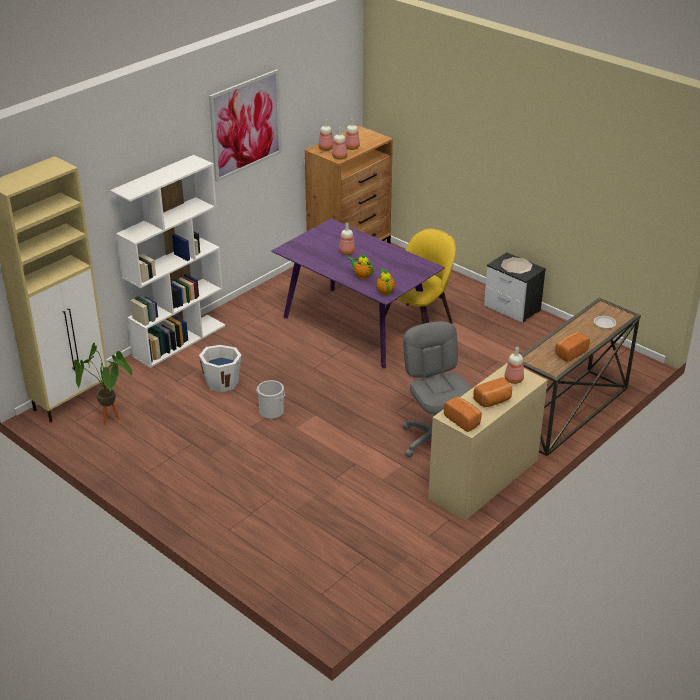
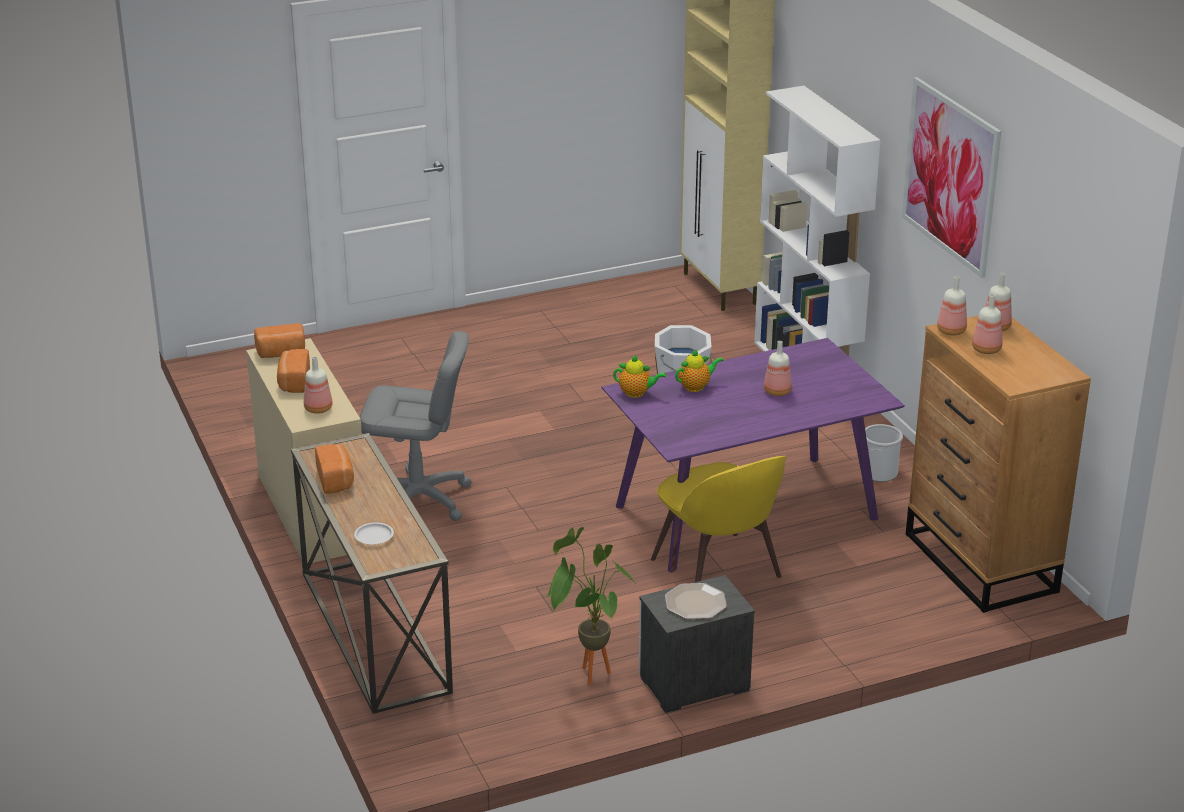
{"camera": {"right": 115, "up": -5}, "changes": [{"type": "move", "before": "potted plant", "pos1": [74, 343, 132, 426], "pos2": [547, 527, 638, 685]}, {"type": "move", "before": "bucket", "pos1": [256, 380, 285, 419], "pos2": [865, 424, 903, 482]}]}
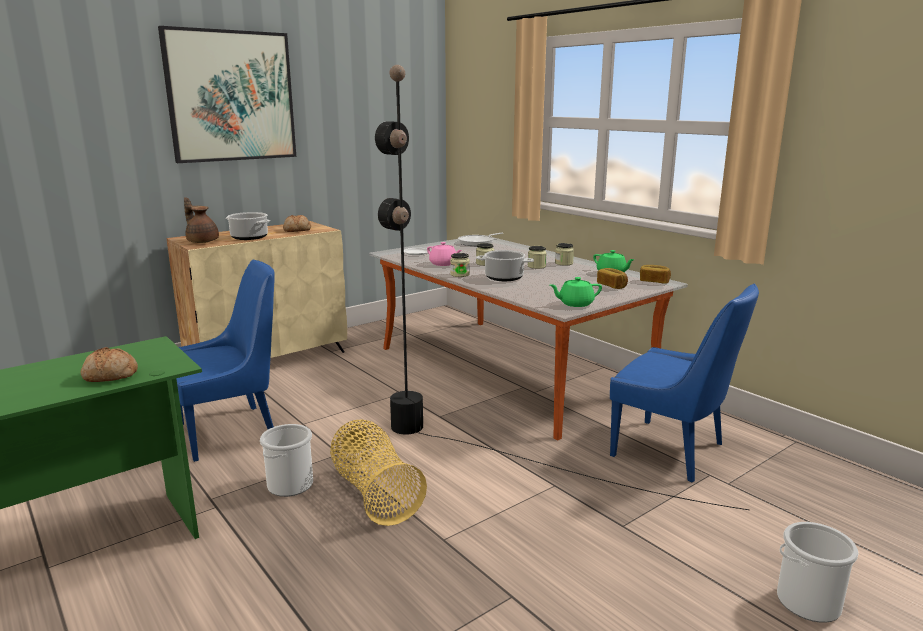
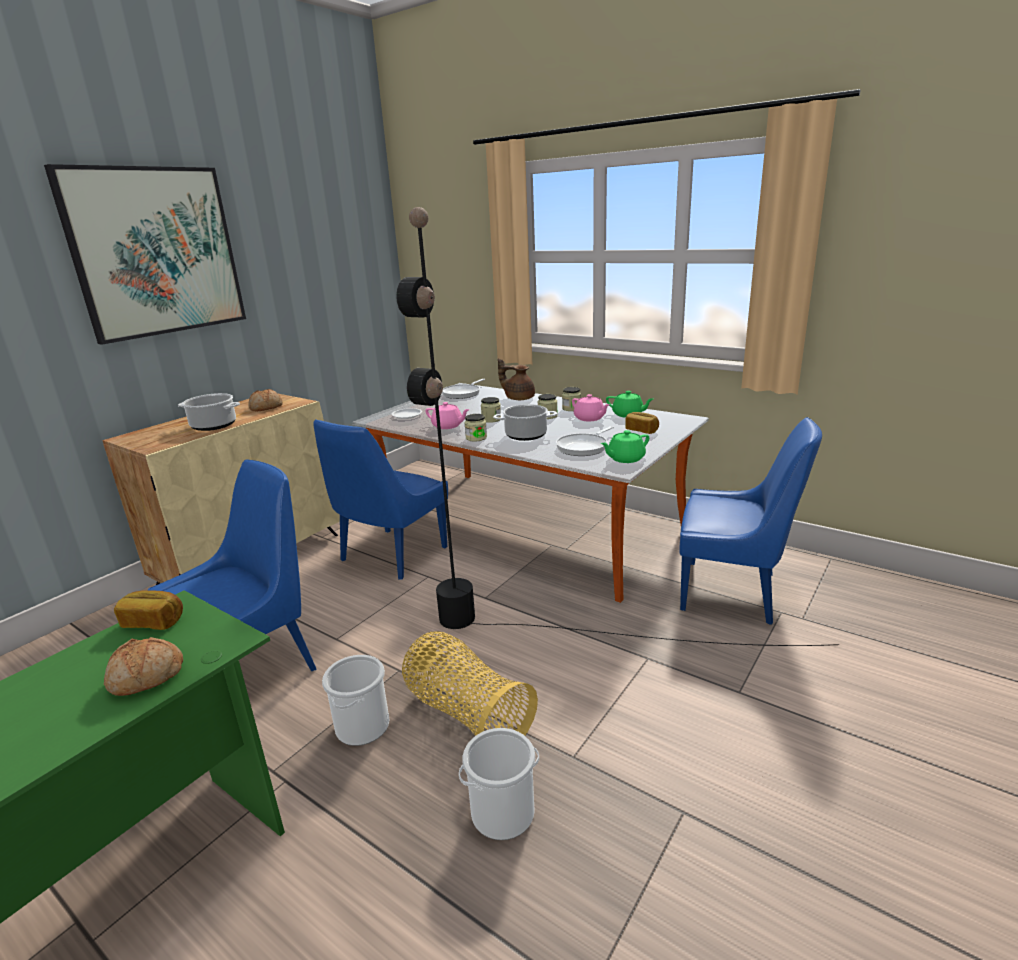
{"camera": {"right": -15, "up": 5}, "changes": [{"type": "move", "before": "brown teapot", "pos1": [184, 197, 219, 243], "pos2": [498, 358, 535, 400]}, {"type": "move", "before": "bread", "pos1": [640, 265, 671, 284], "pos2": [114, 591, 183, 630]}, {"type": "move", "before": "bucket", "pos1": [777, 522, 859, 623], "pos2": [459, 728, 539, 840]}, {"type": "insert", "after": "pink teapot", "pos2": [572, 394, 610, 421]}, {"type": "insert", "after": "blue chair", "pos2": [313, 419, 448, 580]}, {"type": "insert", "after": "frying pan", "pos2": [556, 426, 614, 456]}]}
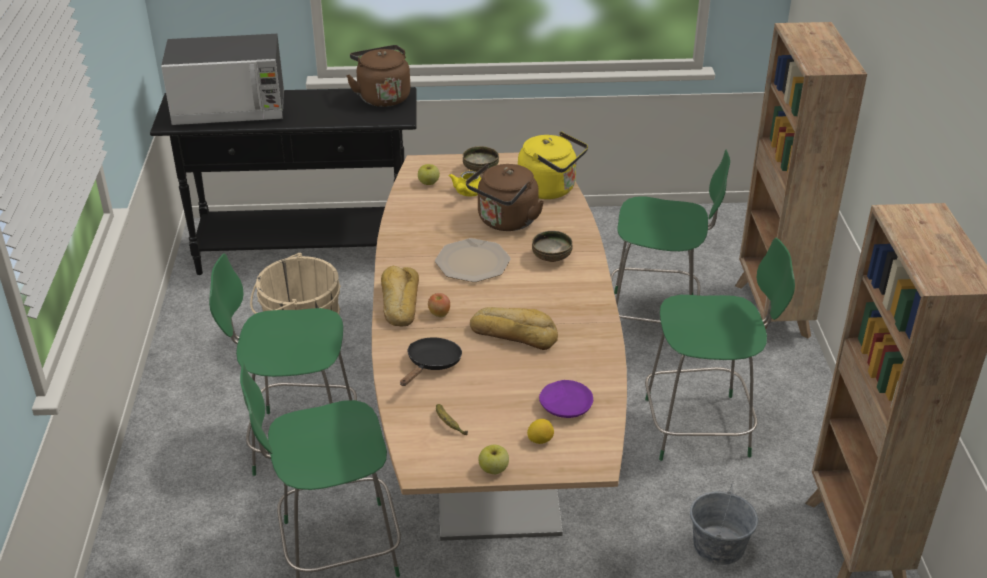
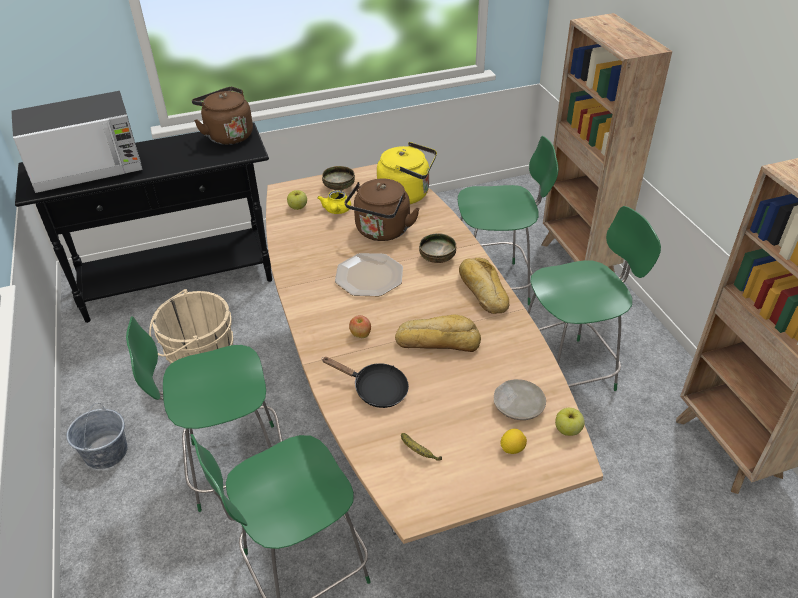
{"camera": {"right": -15, "up": 5}, "changes": [{"type": "move", "before": "bread", "pos1": [381, 266, 419, 327], "pos2": [459, 257, 510, 314]}, {"type": "rotate", "before": "black frying pan", "pos1": [400, 337, 462, 386], "pos2": [322, 357, 409, 408], "turn": 105}, {"type": "recolor", "before": "purple plate", "after": "beige plate", "pos1": [539, 380, 593, 418], "pos2": [494, 379, 546, 420]}, {"type": "move", "before": "apple", "pos1": [478, 445, 509, 474], "pos2": [555, 408, 585, 436]}, {"type": "move", "before": "grey bucket", "pos1": [690, 484, 758, 565], "pos2": [66, 403, 127, 469]}]}
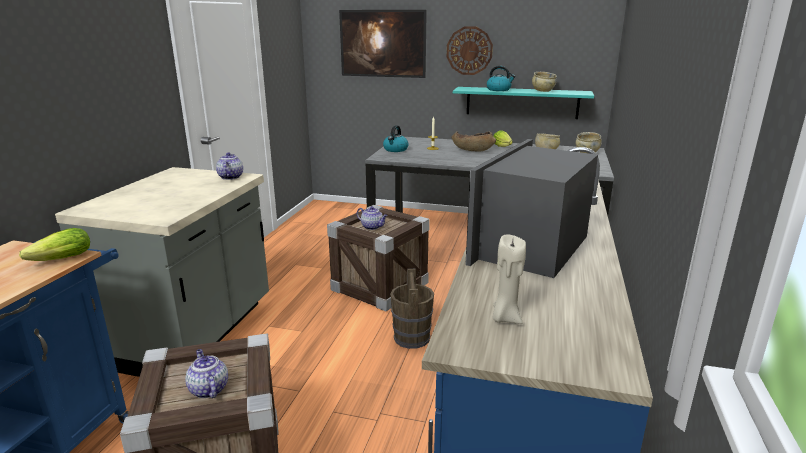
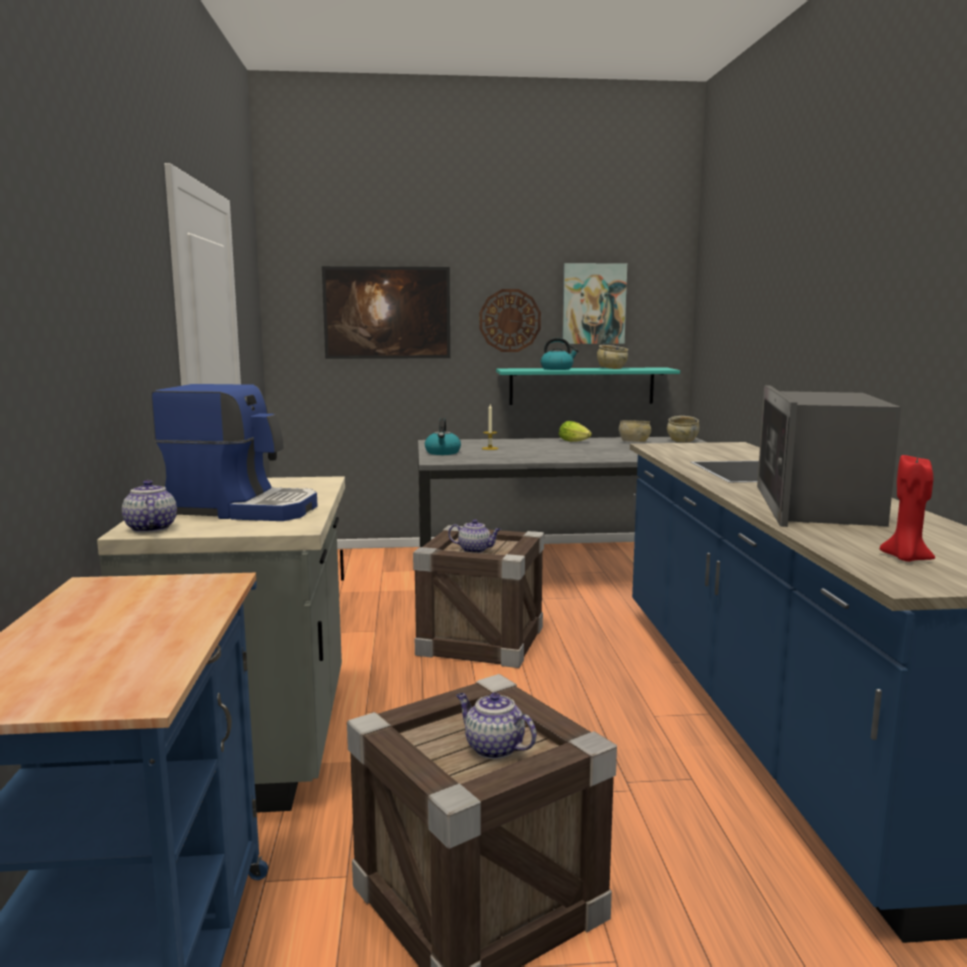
{"camera": {"right": -20, "up": -10}, "changes": [{"type": "delete", "before": "brown bowl", "pos1": [451, 131, 496, 152]}, {"type": "move", "before": "teapot", "pos1": [216, 153, 243, 180], "pos2": [122, 480, 177, 533]}, {"type": "delete", "before": "lettuce", "pos1": [19, 228, 90, 261]}, {"type": "recolor", "before": "beige candle", "after": "red candle", "pos1": [492, 235, 526, 324], "pos2": [880, 455, 935, 562]}, {"type": "delete", "before": "brown bucket", "pos1": [390, 269, 434, 349]}, {"type": "insert", "after": "picture", "pos2": [562, 263, 627, 344]}, {"type": "insert", "after": "coffee machine", "pos2": [151, 384, 317, 521]}]}
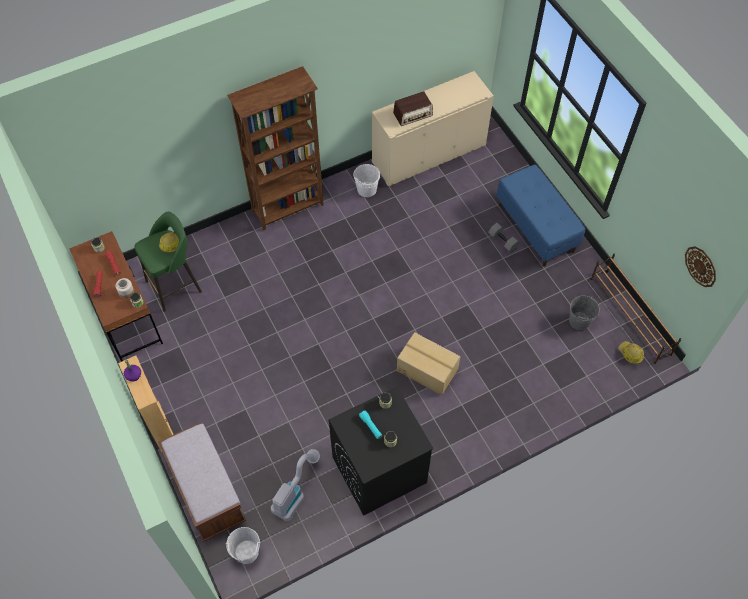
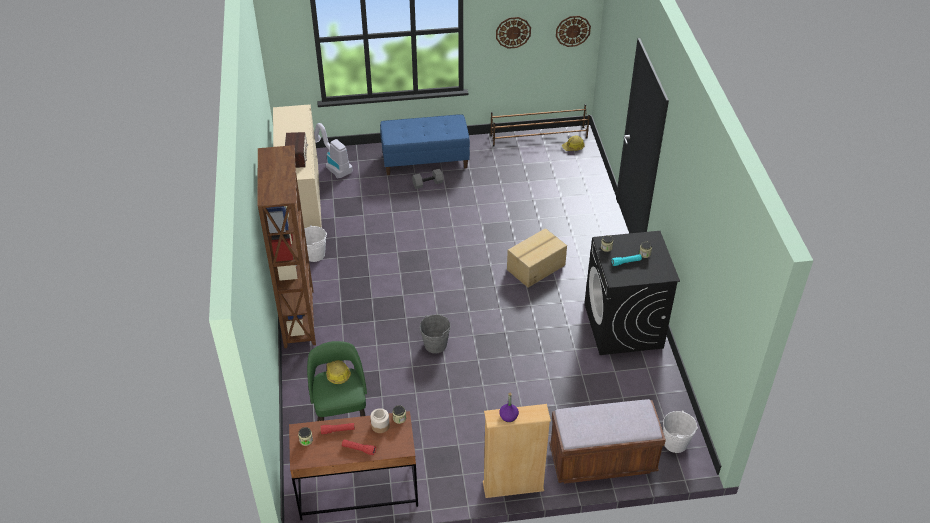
{"camera": {"right": -70, "up": -15}, "changes": [{"type": "move", "before": "grey bucket", "pos1": [569, 296, 600, 330], "pos2": [420, 315, 451, 353]}, {"type": "move", "before": "vacuum cleaner", "pos1": [271, 449, 320, 521], "pos2": [314, 123, 353, 179]}, {"type": "insert", "after": "wall clock", "pos2": [496, 17, 531, 49]}]}
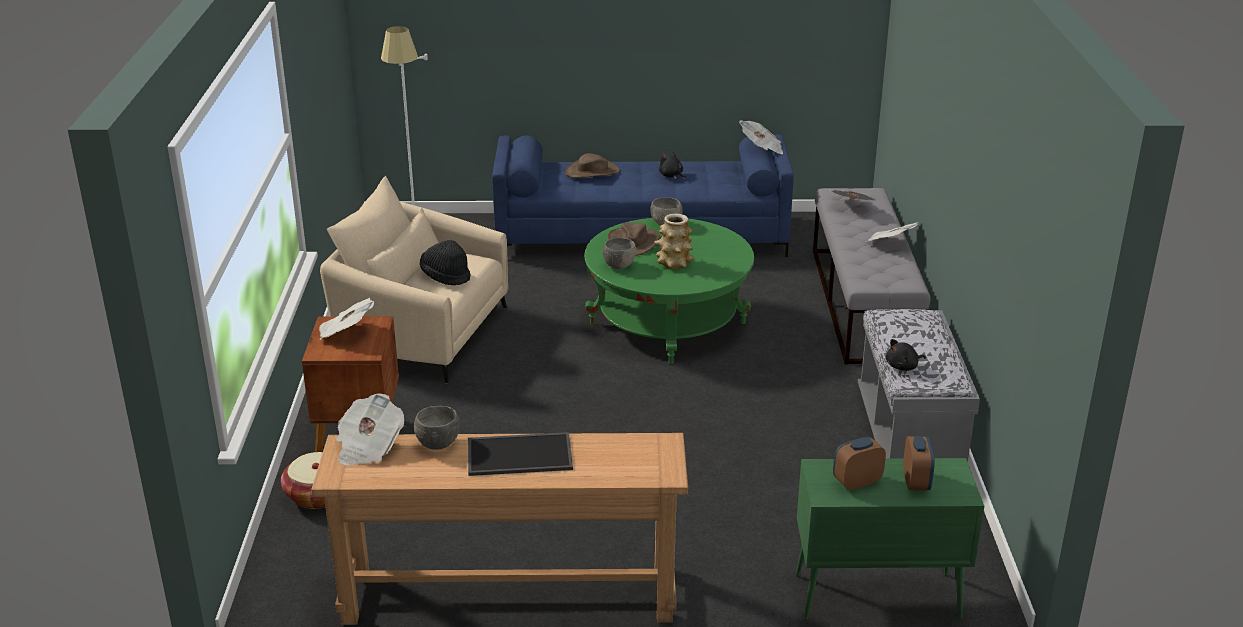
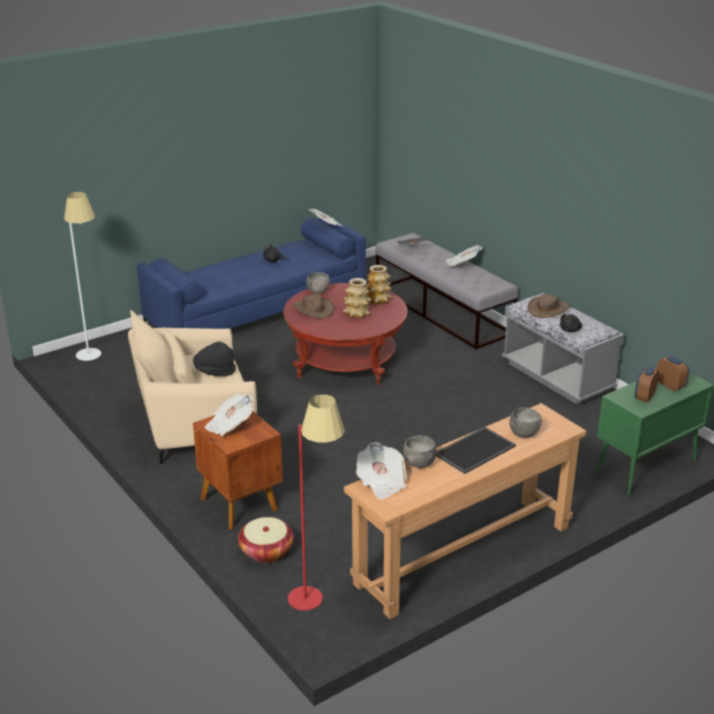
{"camera": {"right": -35, "up": 0}, "changes": [{"type": "move", "before": "brown hat", "pos1": [565, 153, 620, 178], "pos2": [528, 294, 570, 318]}, {"type": "recolor", "before": "green coffee table", "after": "red coffee table", "pos1": [584, 218, 754, 364], "pos2": [283, 283, 408, 385]}, {"type": "move", "before": "grey bowl", "pos1": [603, 238, 636, 269], "pos2": [509, 407, 542, 438]}, {"type": "insert", "after": "vase", "pos2": [366, 265, 392, 304]}, {"type": "insert", "after": "red floor lamp", "pos2": [288, 394, 345, 611]}]}
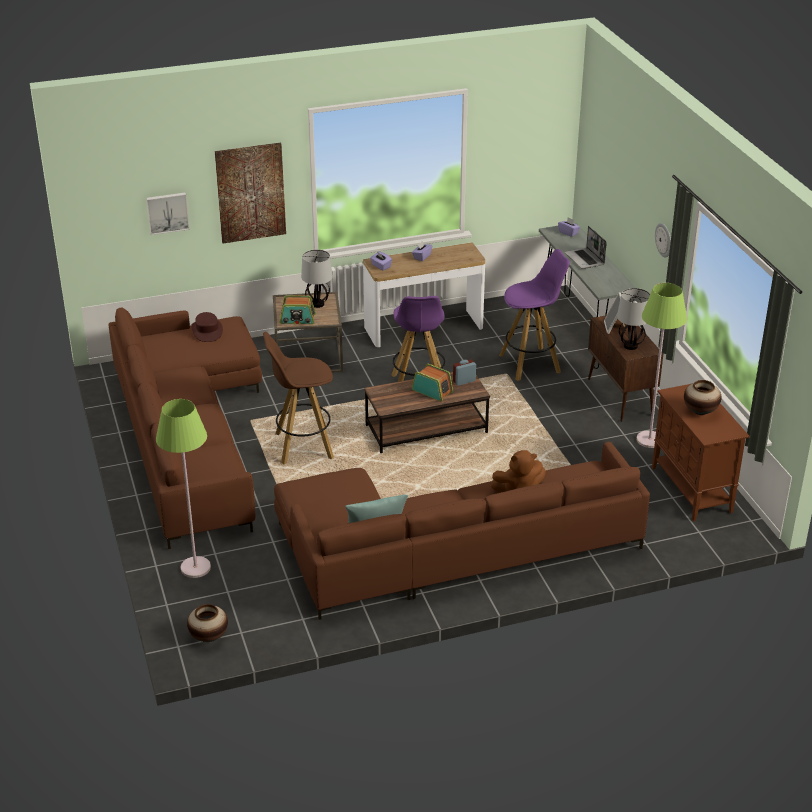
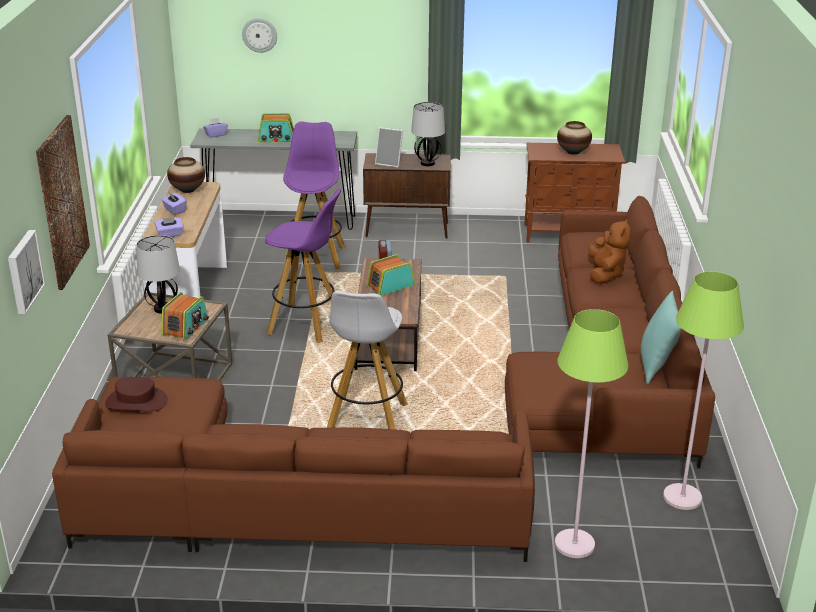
{"camera": {"right": -70, "up": -5}, "changes": [{"type": "move", "before": "wall clock", "pos1": [655, 223, 671, 258], "pos2": [242, 18, 277, 53]}, {"type": "replace", "before": "laptop", "after": "radio", "pos1": [565, 226, 607, 269], "pos2": [257, 113, 294, 143]}, {"type": "move", "before": "green floor lamp", "pos1": [636, 283, 687, 448], "pos2": [663, 271, 744, 510]}, {"type": "recolor", "before": "brown stool", "after": "white stool", "pos1": [263, 332, 334, 465], "pos2": [327, 291, 408, 430]}, {"type": "move", "before": "vase", "pos1": [187, 604, 228, 642], "pos2": [167, 157, 205, 193]}]}
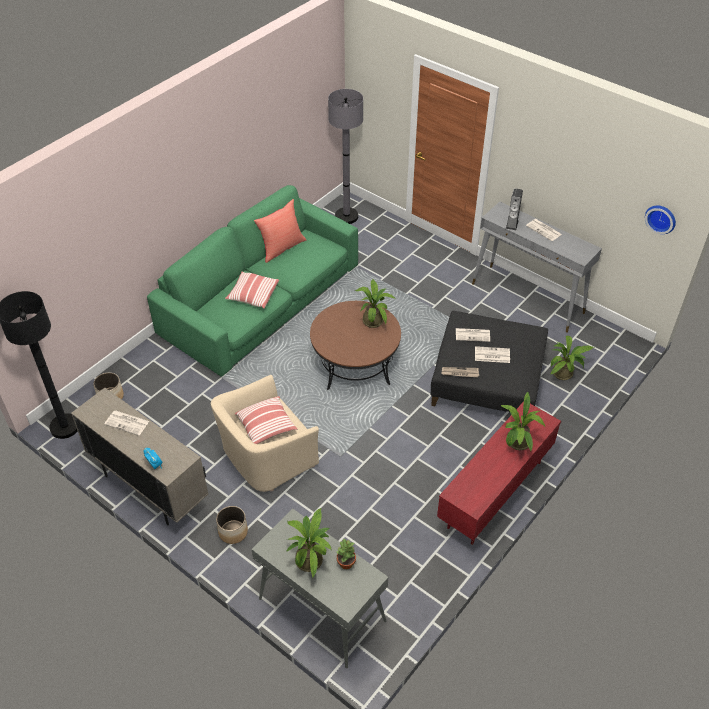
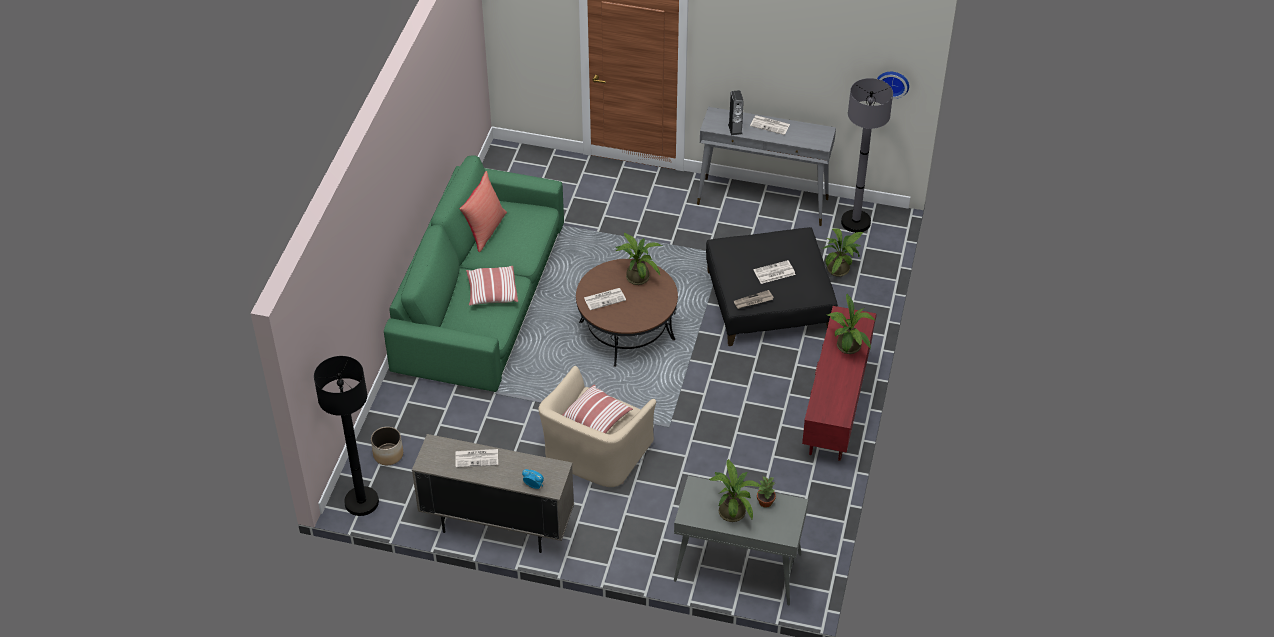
{"camera": {"right": -25, "up": 0}, "changes": [{"type": "move", "before": "grey floor lamp", "pos1": [328, 89, 363, 224], "pos2": [841, 78, 893, 233]}, {"type": "move", "before": "newspaper", "pos1": [456, 328, 490, 342], "pos2": [584, 288, 626, 310]}, {"type": "delete", "before": "planter", "pos1": [216, 506, 248, 544]}]}
